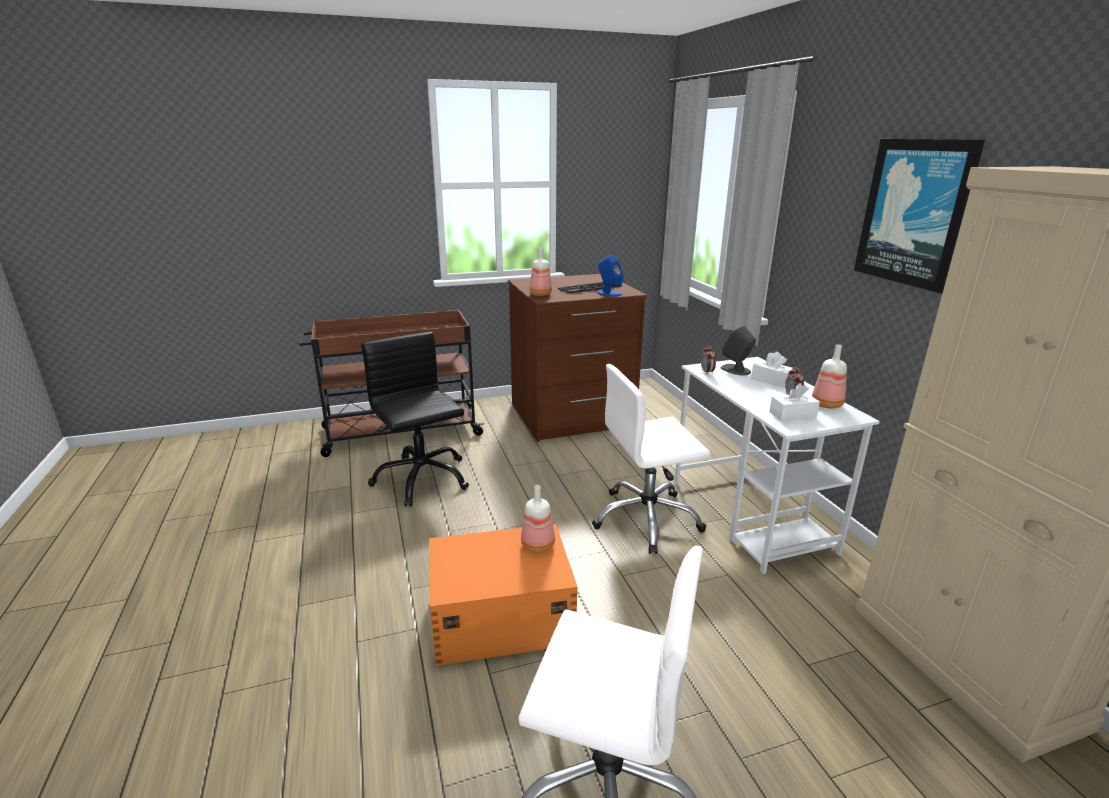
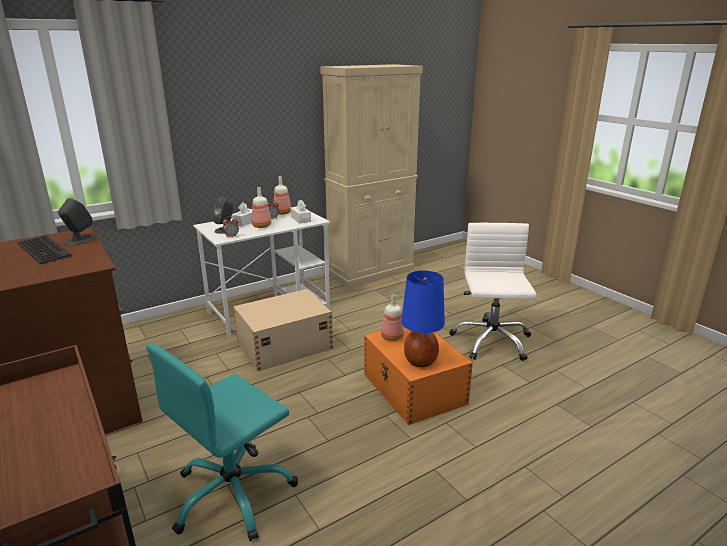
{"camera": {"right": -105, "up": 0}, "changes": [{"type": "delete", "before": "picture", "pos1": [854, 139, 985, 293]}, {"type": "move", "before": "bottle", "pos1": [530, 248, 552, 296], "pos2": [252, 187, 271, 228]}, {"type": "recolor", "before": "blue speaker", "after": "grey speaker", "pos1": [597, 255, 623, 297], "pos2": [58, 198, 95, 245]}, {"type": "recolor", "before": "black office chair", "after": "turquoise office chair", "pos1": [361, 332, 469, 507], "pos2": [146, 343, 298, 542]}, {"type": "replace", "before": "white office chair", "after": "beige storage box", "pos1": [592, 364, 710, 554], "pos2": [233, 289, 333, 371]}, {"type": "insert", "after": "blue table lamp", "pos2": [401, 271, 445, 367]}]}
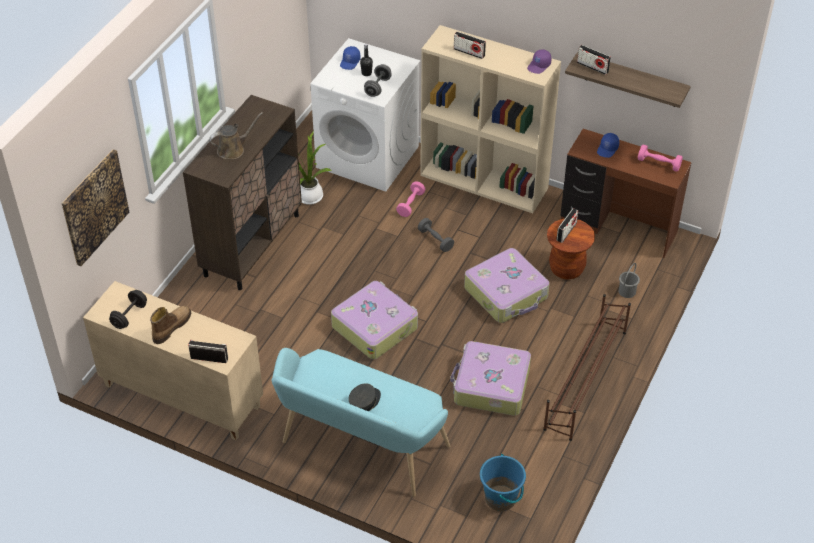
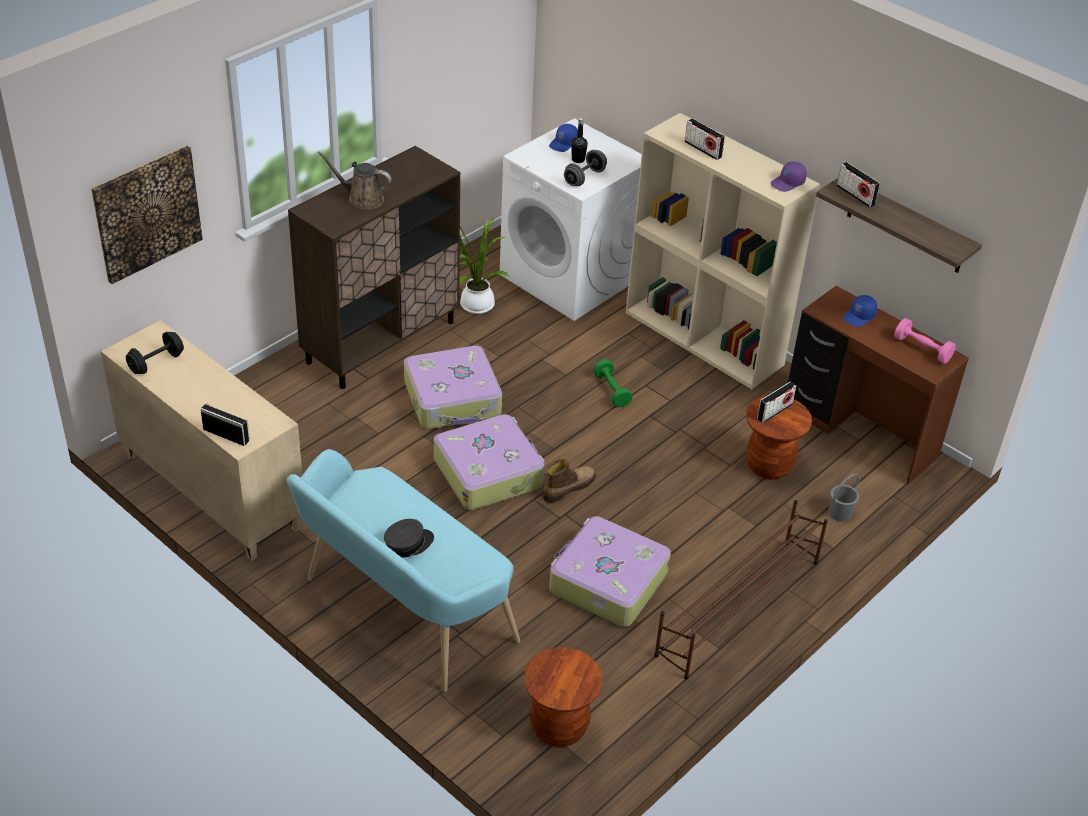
{"camera": {"right": 15, "up": -5}, "changes": [{"type": "rotate", "before": "brown watering can", "pos1": [209, 112, 263, 159], "pos2": [318, 151, 391, 210], "turn": -150}, {"type": "delete", "before": "pink dumbbell", "pos1": [396, 181, 425, 217]}, {"type": "recolor", "before": "grey dumbbell", "after": "green dumbbell", "pos1": [418, 218, 454, 252], "pos2": [593, 359, 633, 407]}, {"type": "move", "before": "suitcase", "pos1": [464, 248, 550, 323], "pos2": [404, 346, 502, 429]}, {"type": "move", "before": "boot", "pos1": [150, 306, 191, 344], "pos2": [543, 459, 596, 503]}, {"type": "replace", "before": "blue bucket", "after": "brown stool", "pos1": [480, 454, 526, 511], "pos2": [524, 647, 603, 747]}]}
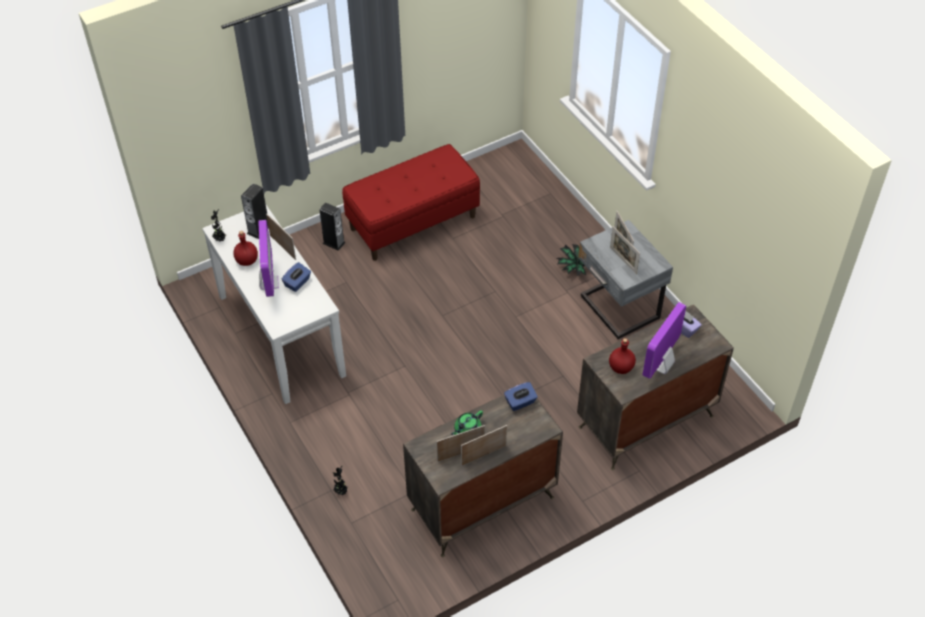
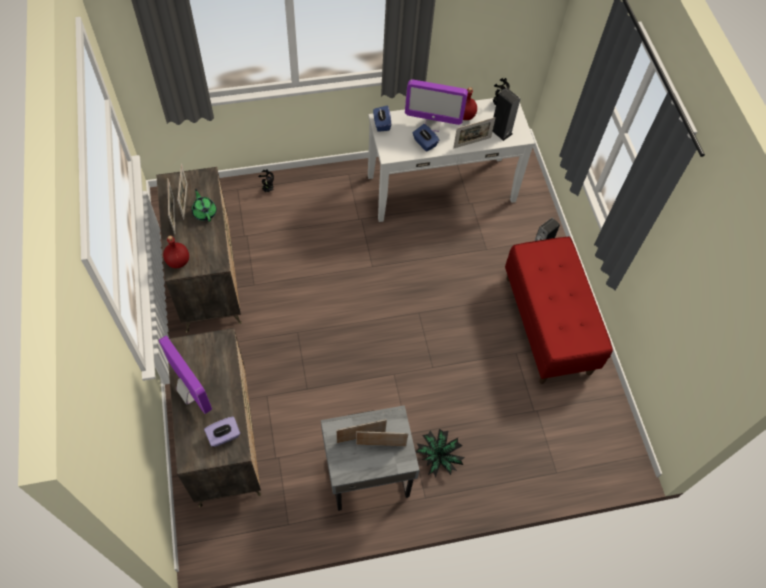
{"camera": {"right": 105, "up": 10}, "changes": [{"type": "move", "before": "red bottle", "pos1": [609, 338, 636, 374], "pos2": [163, 236, 189, 268]}, {"type": "move", "before": "blue tissue box", "pos1": [504, 382, 538, 411], "pos2": [373, 106, 391, 132]}]}
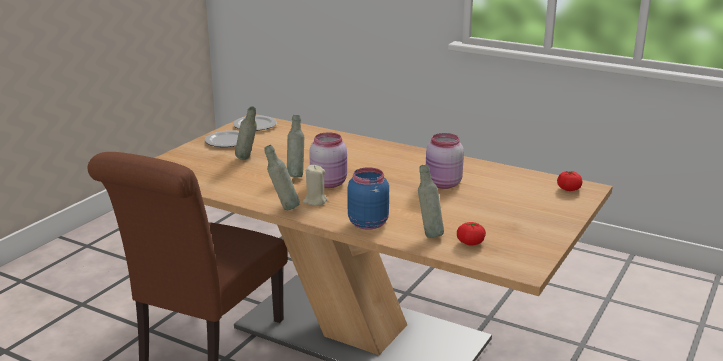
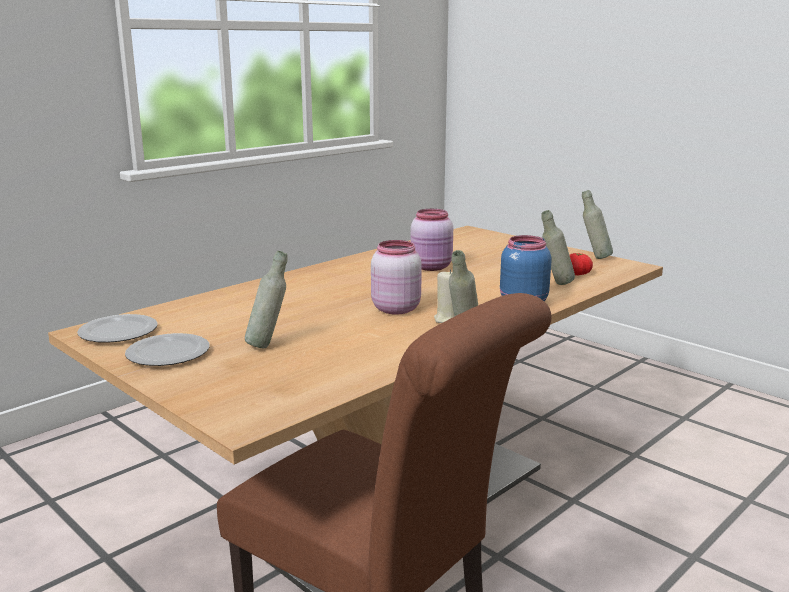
{"camera": {"right": -75, "up": -5}, "changes": [{"type": "move", "before": "grey bottle", "pos1": [287, 115, 304, 177], "pos2": [582, 190, 613, 259]}, {"type": "delete", "before": "tomato", "pos1": [557, 171, 582, 191]}]}
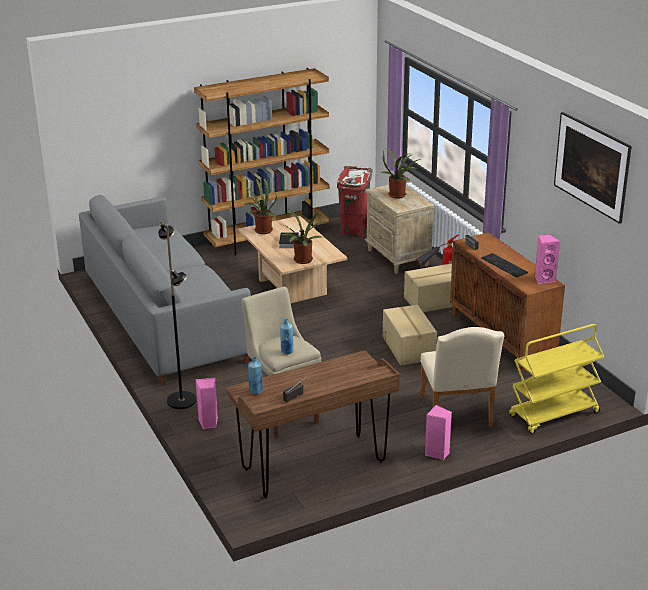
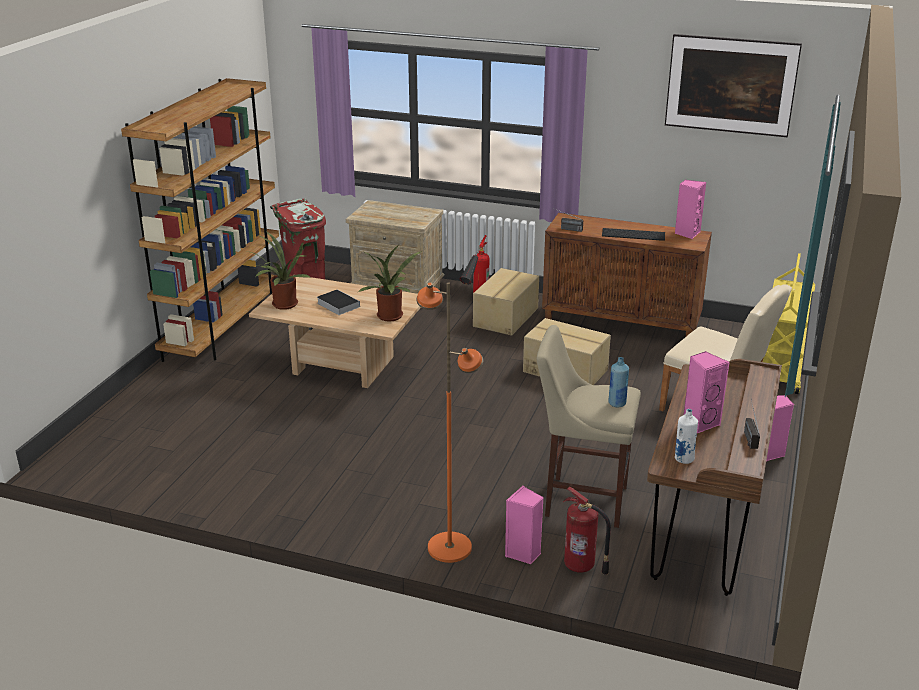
{"camera": {"right": -45, "up": 0}, "changes": [{"type": "delete", "before": "potted plant", "pos1": [380, 148, 421, 199]}, {"type": "delete", "before": "grey sofa", "pos1": [79, 195, 251, 386]}, {"type": "recolor", "before": "black floor lamp", "after": "orange floor lamp", "pos1": [158, 222, 196, 409], "pos2": [416, 282, 483, 563]}, {"type": "recolor", "before": "blue bottle", "after": "white bottle", "pos1": [248, 356, 263, 394], "pos2": [675, 409, 698, 464]}, {"type": "insert", "after": "pink speaker", "pos2": [684, 351, 730, 434]}, {"type": "insert", "after": "fire extinguisher", "pos2": [563, 487, 611, 575]}]}
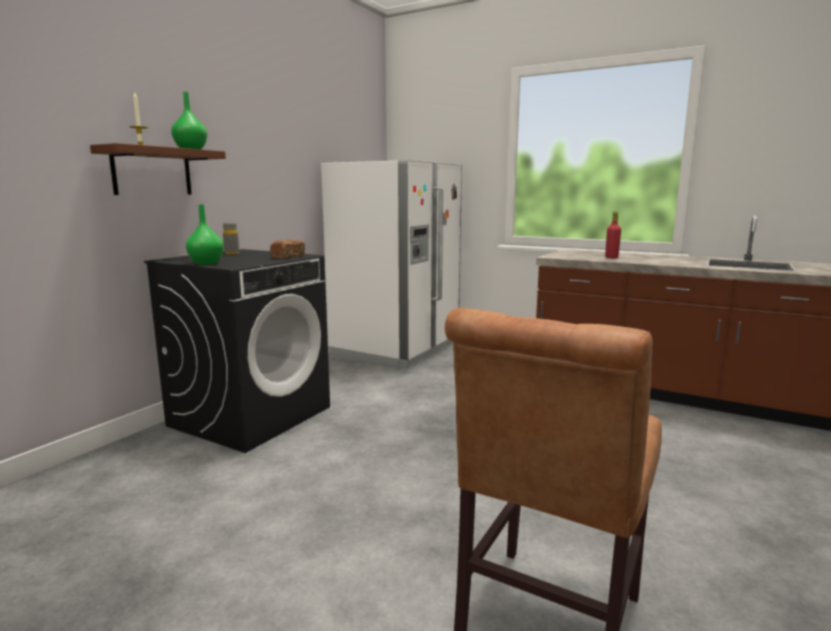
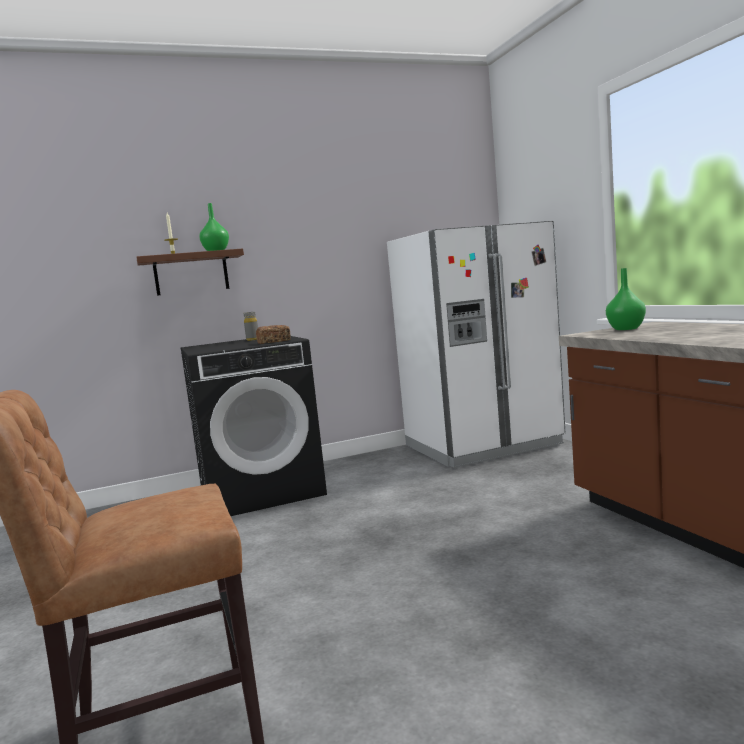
{"camera": {"right": 40, "up": -5}, "changes": [{"type": "move", "before": "green vase", "pos1": [186, 205, 224, 265], "pos2": [606, 268, 646, 330]}, {"type": "delete", "before": "red bottle", "pos1": [605, 212, 621, 258]}]}
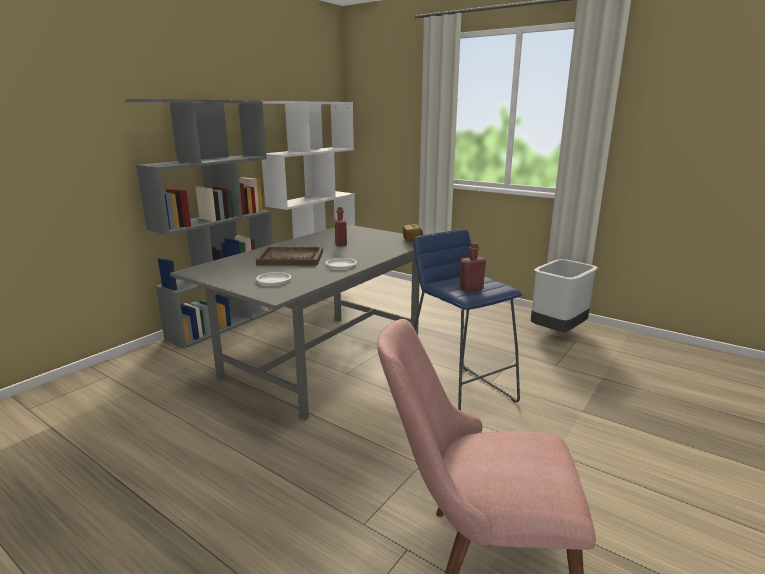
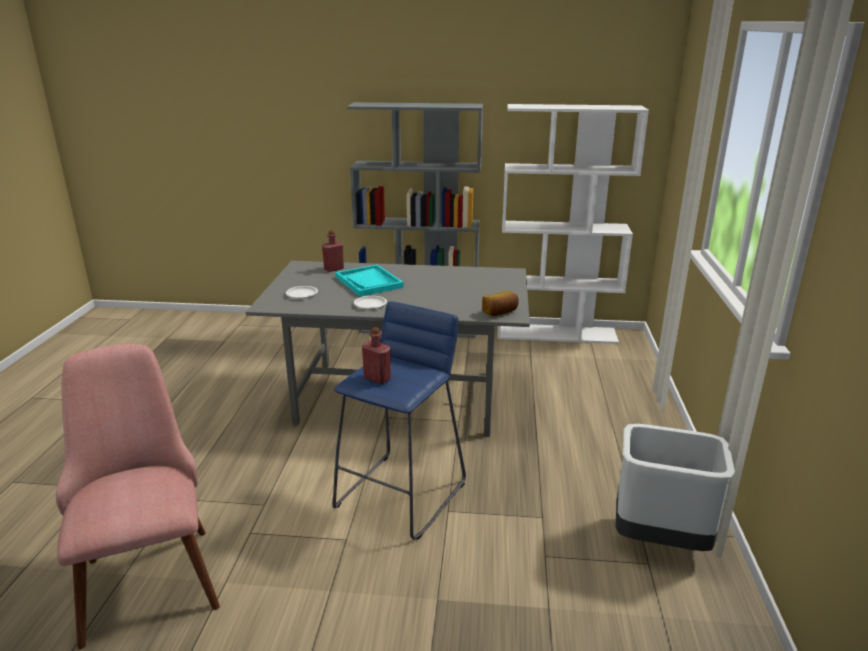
{"camera": {"right": 60, "up": 5}, "changes": [{"type": "move", "before": "red bottle", "pos1": [335, 207, 347, 246], "pos2": [322, 230, 344, 272]}, {"type": "recolor", "before": "brown tray", "after": "turquoise tray", "pos1": [256, 247, 323, 265], "pos2": [336, 265, 404, 297]}]}
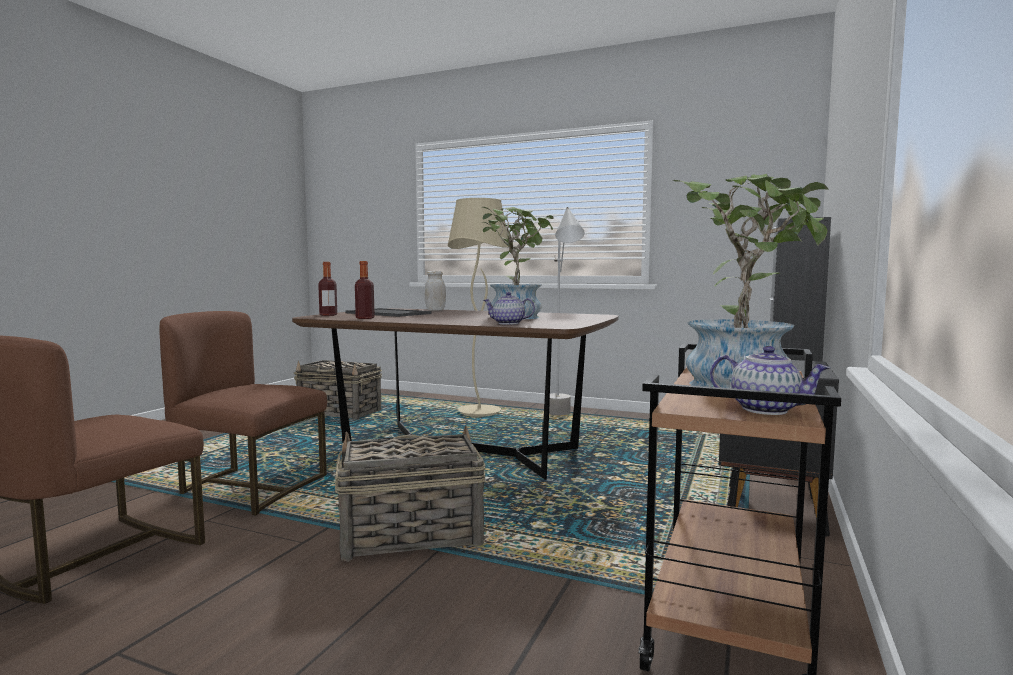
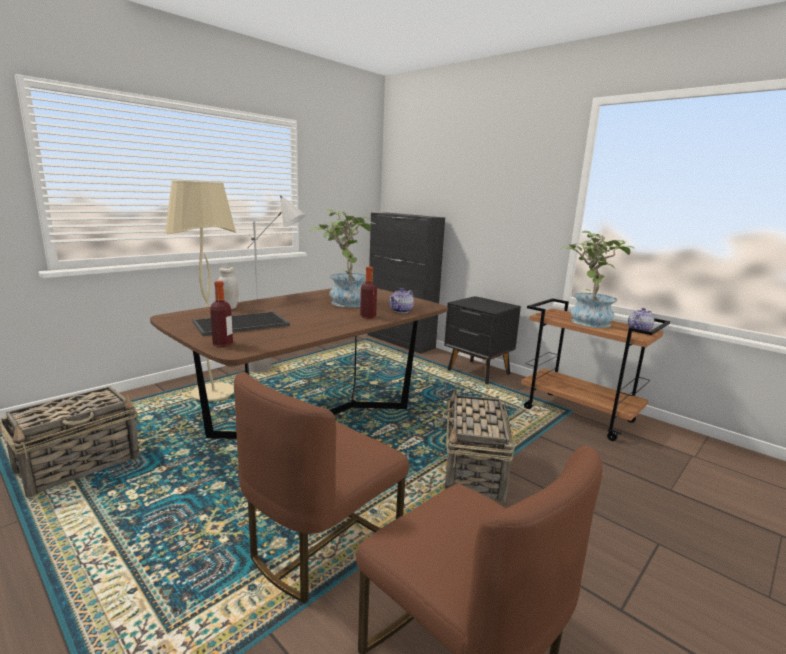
{"camera": {"right": -70, "up": 10}, "changes": [{"type": "move", "before": "bottle", "pos1": [355, 261, 375, 319], "pos2": [360, 267, 377, 319]}]}
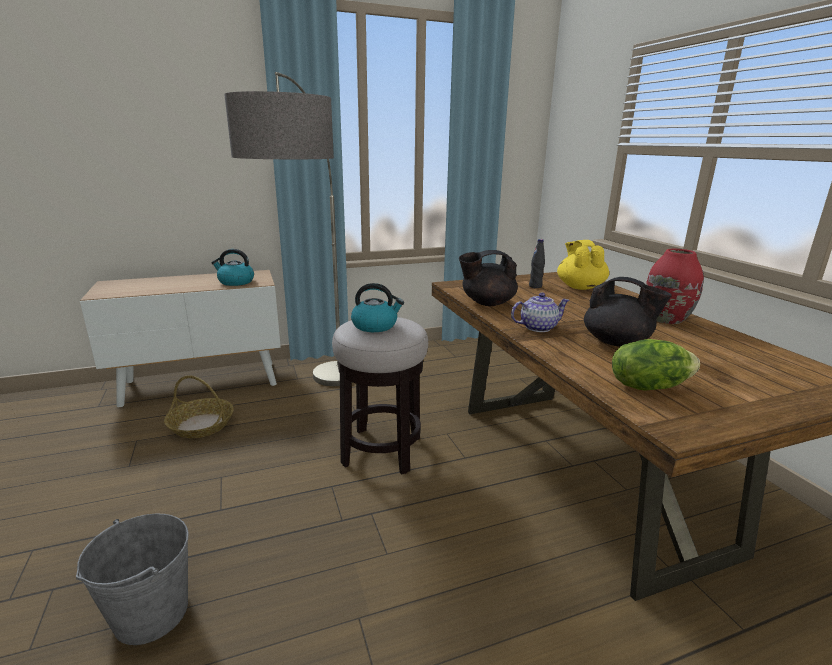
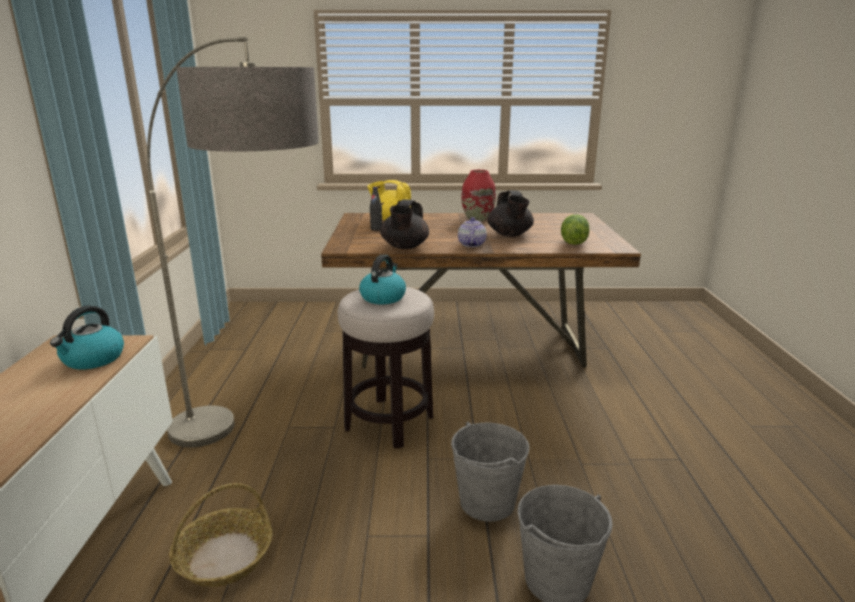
{"camera": {"right": -70, "up": 0}, "changes": [{"type": "rotate", "before": "black teapot", "pos1": [584, 277, 672, 347], "pos2": [488, 190, 534, 237], "turn": 120}, {"type": "insert", "after": "grey bucket", "pos2": [451, 421, 529, 522]}]}
